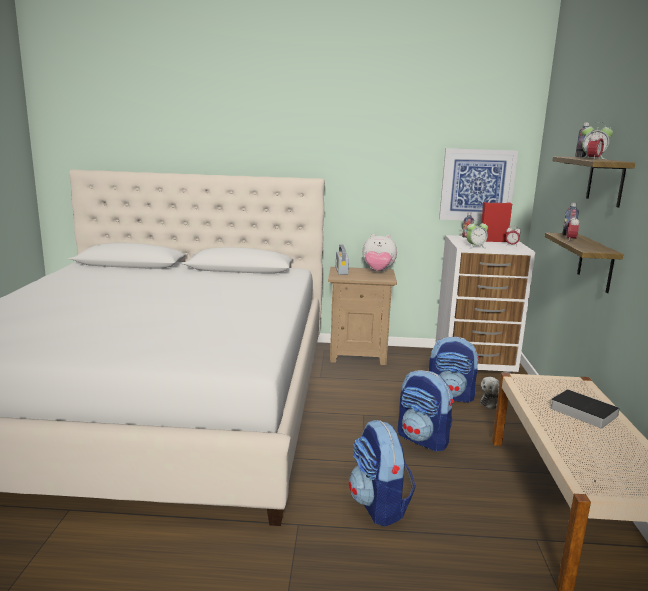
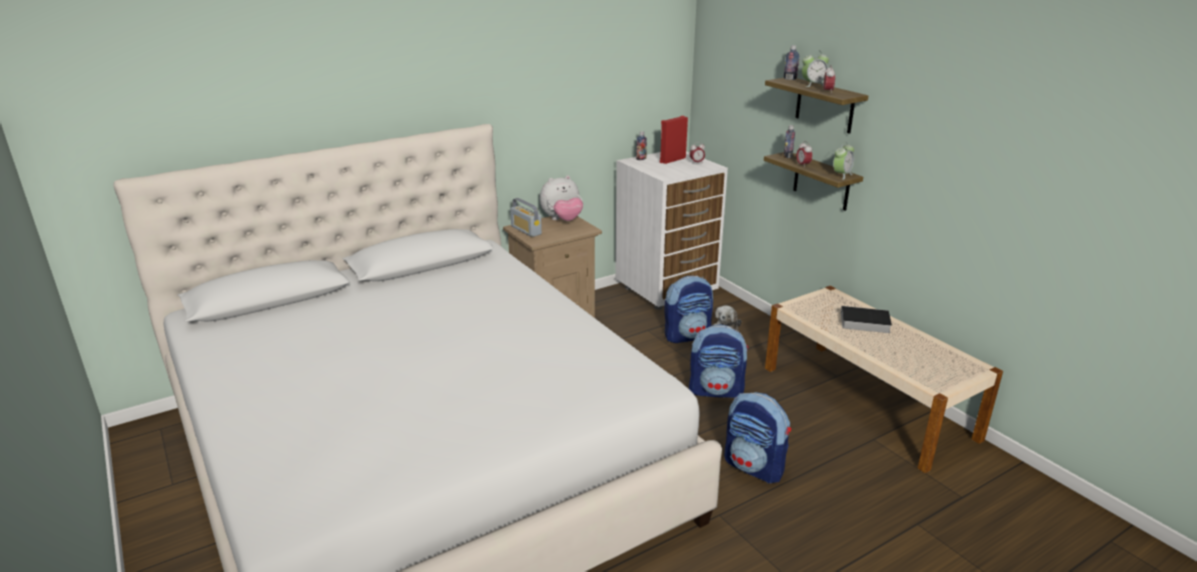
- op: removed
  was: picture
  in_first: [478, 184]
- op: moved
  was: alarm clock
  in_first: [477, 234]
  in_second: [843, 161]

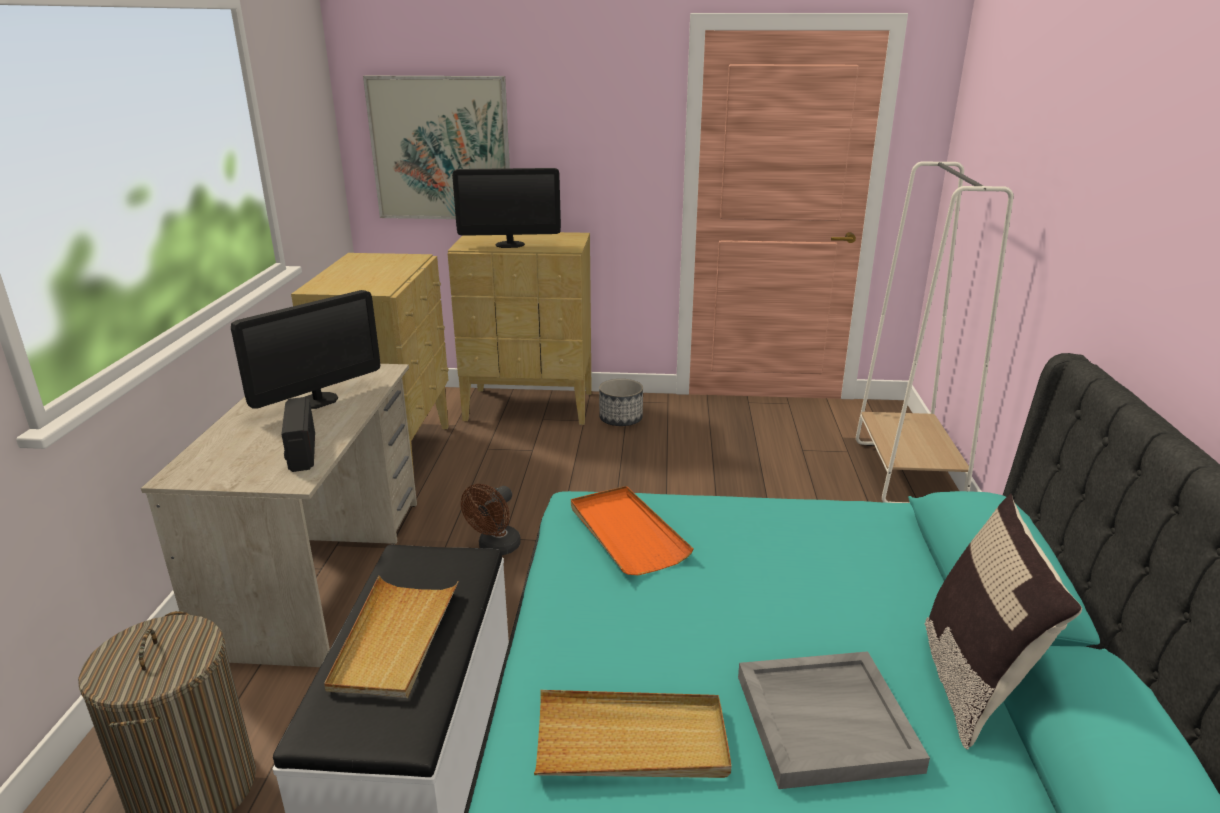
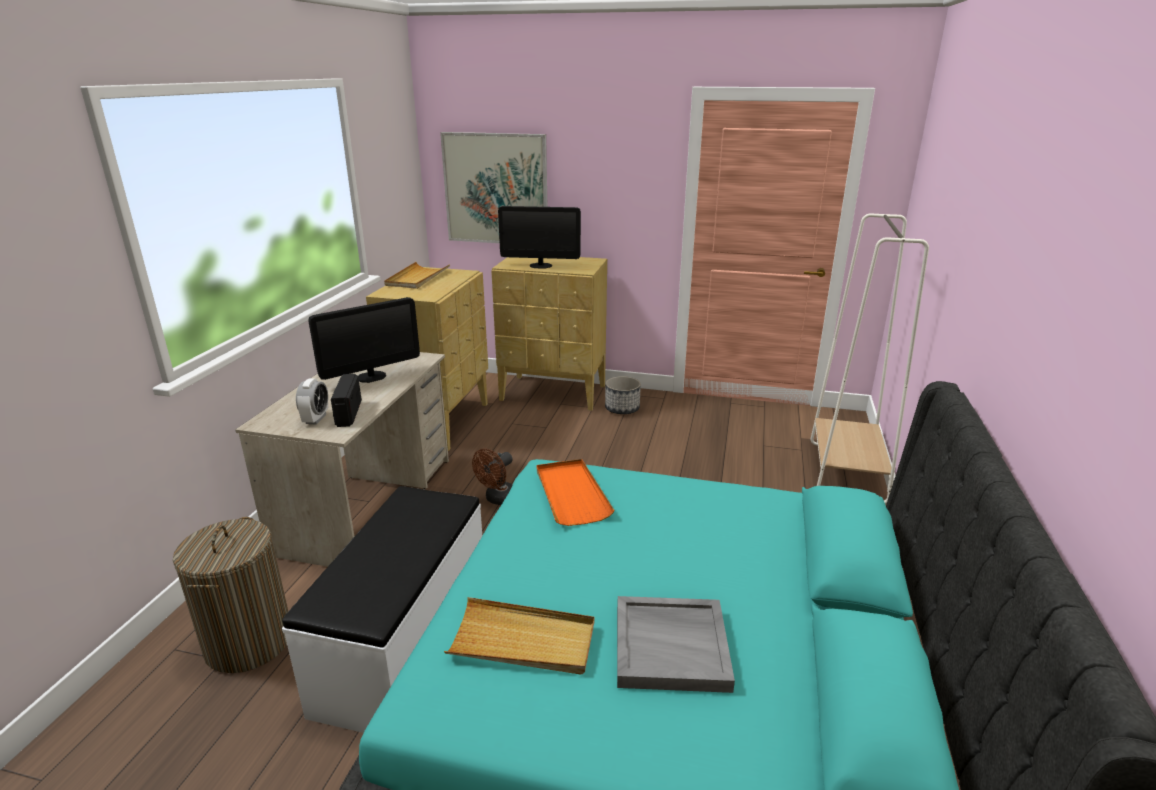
- op: removed
  was: pillow
  in_first: [1003, 622]
- op: added
  now: alarm clock
  in_second: [312, 401]
- op: moved
  was: tray (beige)
  in_first: [391, 637]
  in_second: [417, 275]

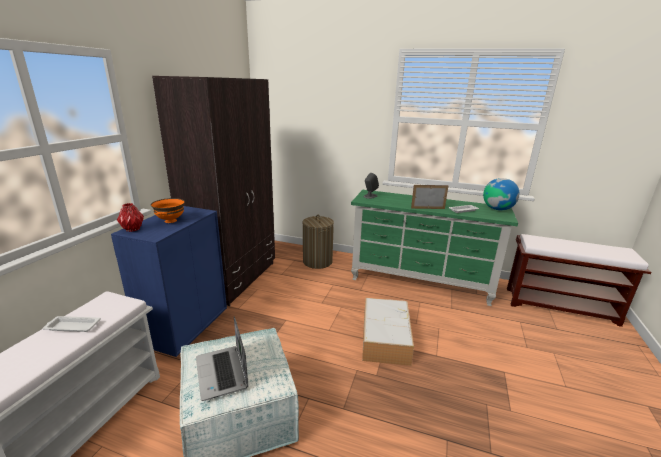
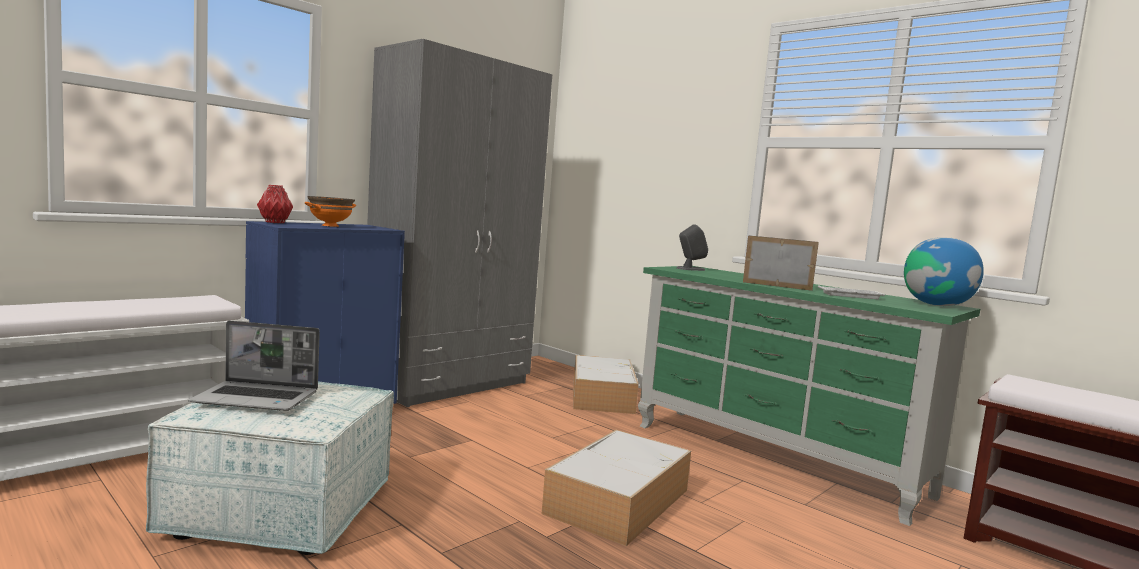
- op: removed
  was: tray (white)
  in_first: [72, 324]
- op: replaced
  was: laundry basket
  now: storage box
  in_first: [318, 242]
  in_second: [606, 384]
- op: recoloured
  was: wardrobe (brown)
  now: wardrobe (grey)
  in_first: [213, 191]
  in_second: [459, 223]
- op: turned
  was: laptop
  in_first: [222, 358]
  in_second: [254, 366]
  clockwise: -90

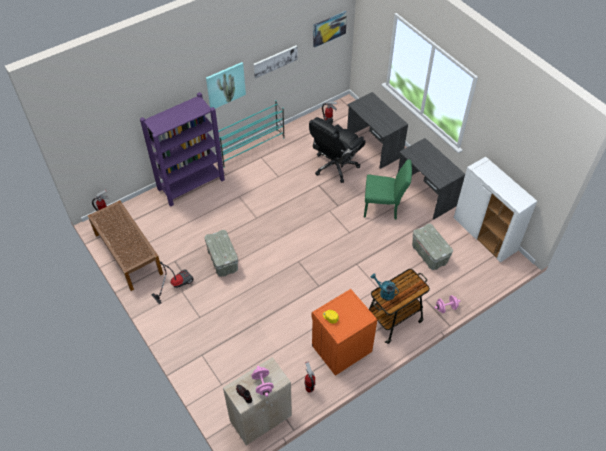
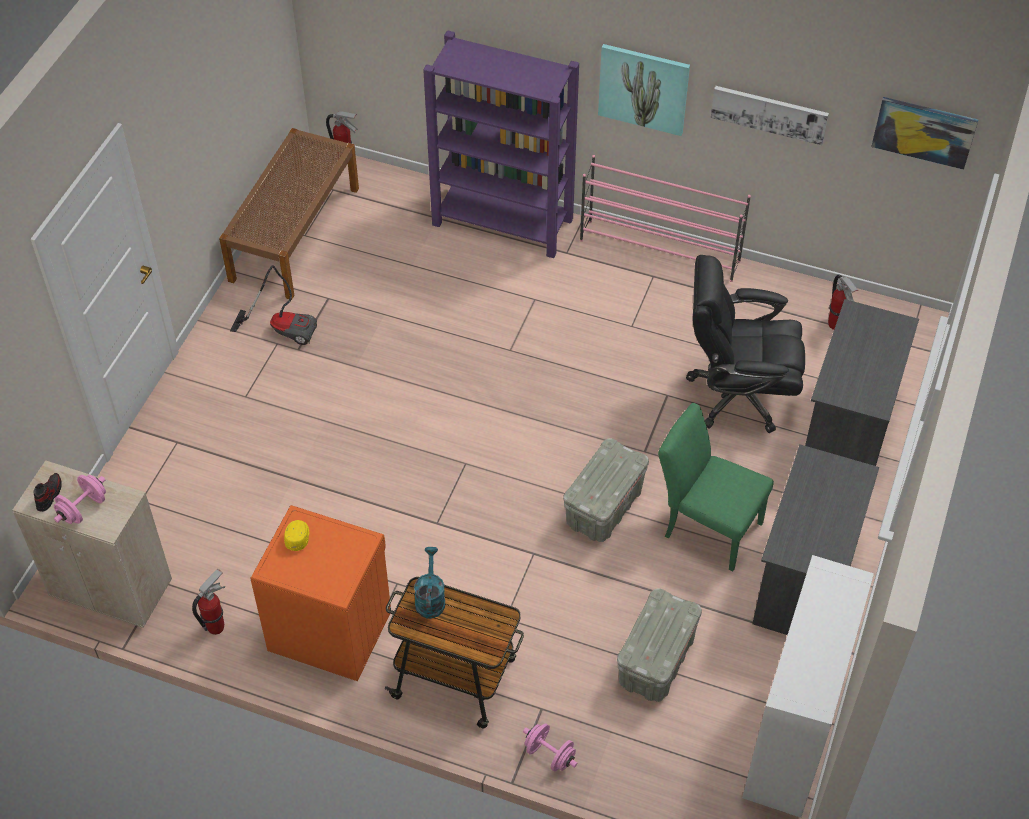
- op: moved
  was: storage box (grey)
  in_first: [221, 253]
  in_second: [606, 490]
- op: recoloured
  was: shoe rack (turquoise)
  now: shoe rack (pink)
  in_first: [251, 134]
  in_second: [665, 218]
- op: turned
  was: chair (green)
  in_first: [388, 190]
  in_second: [716, 487]
  clockwise: 150

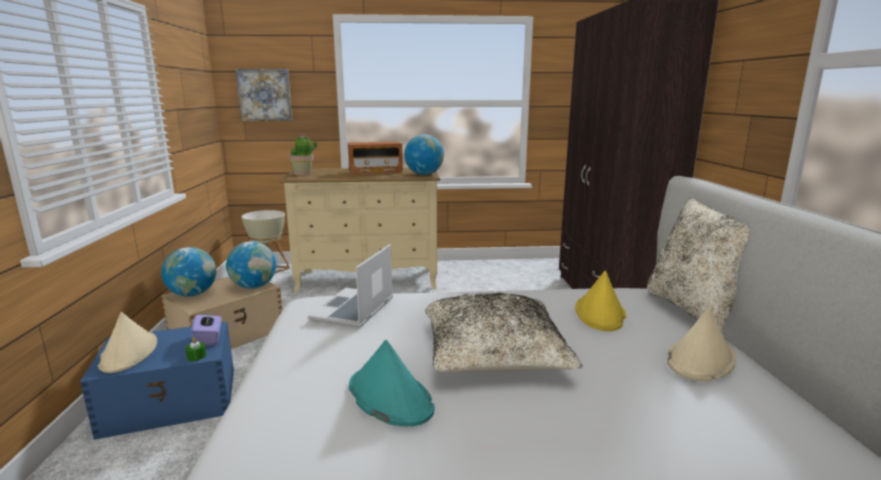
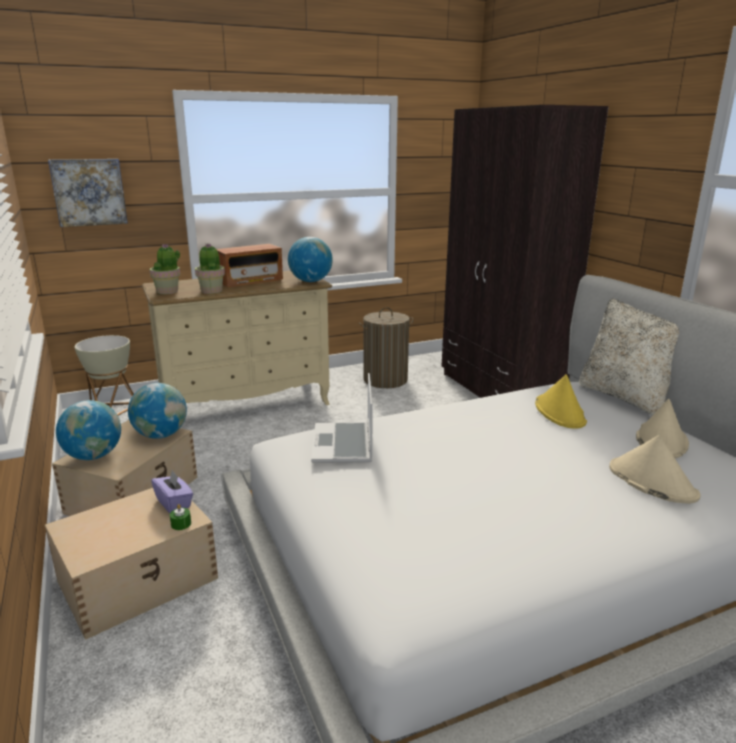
- op: removed
  was: hat (turquoise)
  in_first: [391, 383]
- op: removed
  was: pillow (beige)
  in_first: [503, 333]
- op: added
  now: potted plant
  in_second: [210, 268]
- op: added
  now: laundry basket
  in_second: [386, 347]
- op: moved
  was: hat (beige)
  in_first: [127, 342]
  in_second: [655, 469]
- op: recoloured
  was: storage box (blue)
  now: storage box (beige)
  in_first: [157, 381]
  in_second: [131, 564]

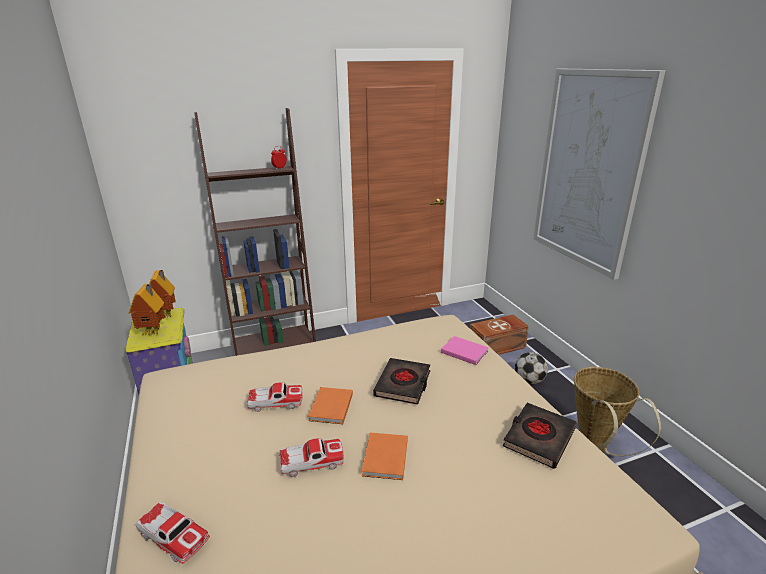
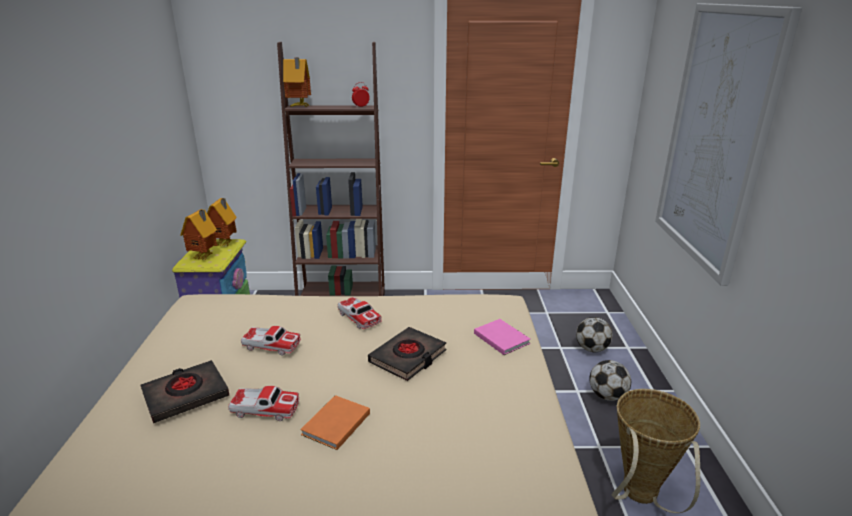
- op: removed
  was: book (orange)
  in_first: [330, 405]
- op: added
  now: toy house
  in_second: [297, 82]
- op: moved
  was: toy car
  in_first: [173, 533]
  in_second: [360, 313]
- op: moved
  was: book (black)
  in_first: [539, 436]
  in_second: [184, 391]
- op: replaced
  was: storage box (brown)
  now: football
  in_first: [499, 335]
  in_second: [594, 334]

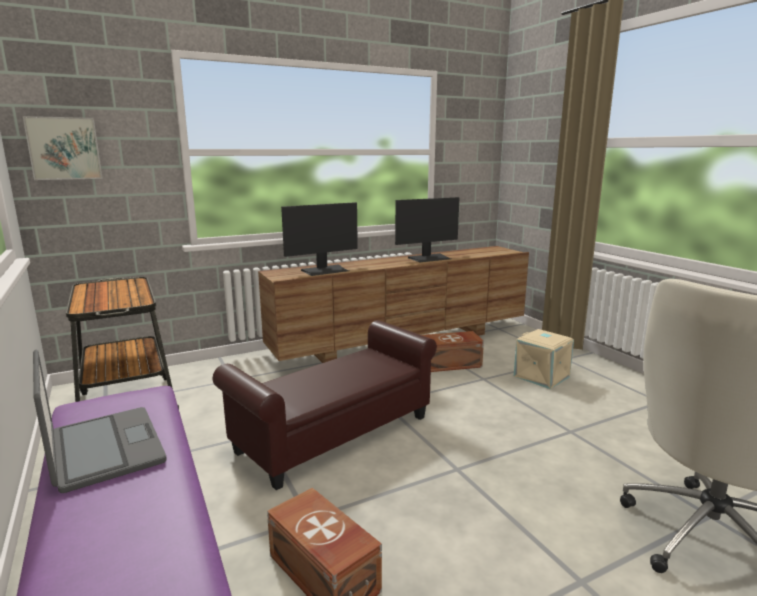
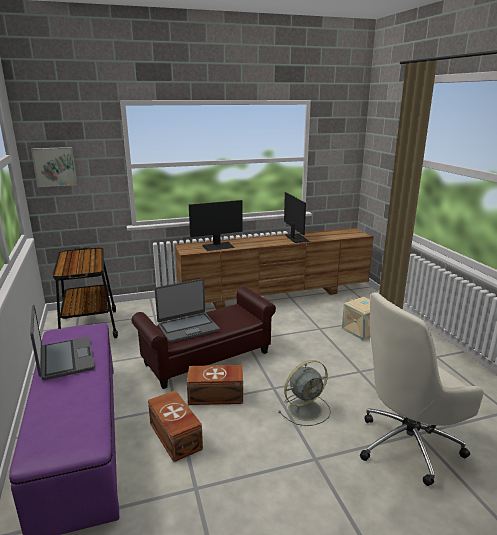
- op: added
  now: laptop
  in_second: [187, 311]
- op: added
  now: fan (grey)
  in_second: [304, 393]
- op: moved
  was: storage box (brown)
  in_first: [453, 351]
  in_second: [215, 385]
- op: turned
  was: monitor
  in_first: [427, 229]
  in_second: [297, 217]
  clockwise: -90

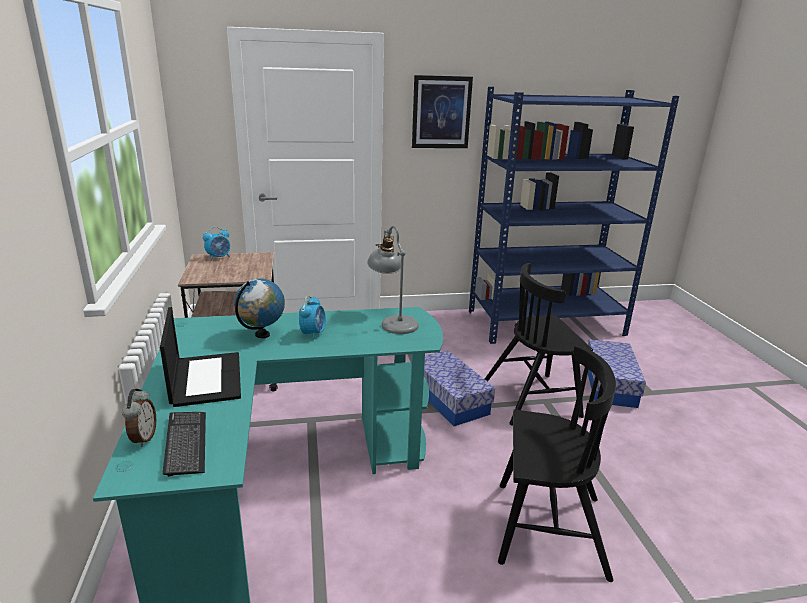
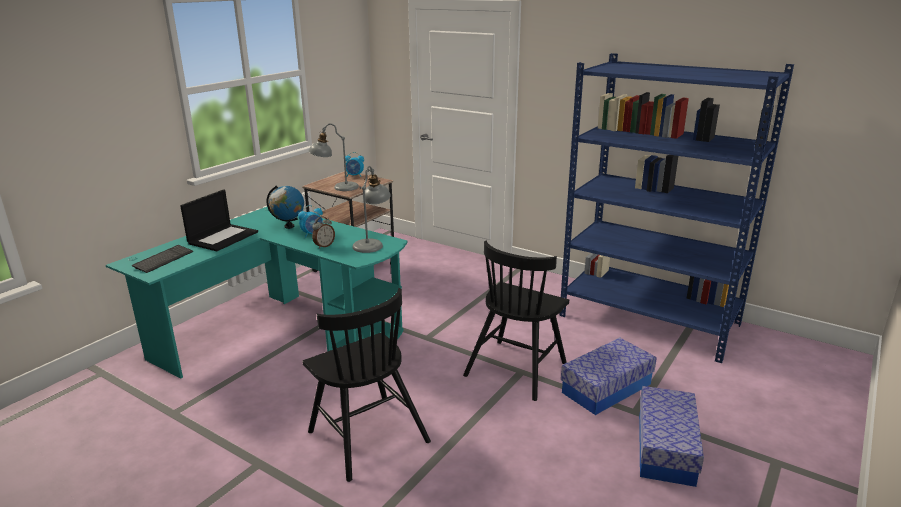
- op: removed
  was: picture
  in_first: [442, 111]
- op: added
  now: table lamp (grey)
  in_second: [334, 157]
- op: moved
  was: alarm clock
  in_first: [139, 418]
  in_second: [323, 232]
- op: moved
  was: storage box
  in_first: [459, 388]
  in_second: [671, 436]
- op: turned
  was: chair (black)
  in_first: [539, 344]
  in_second: [516, 320]
  clockwise: -90

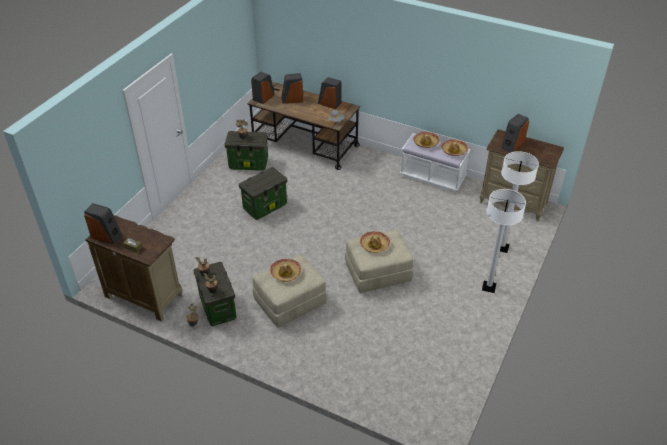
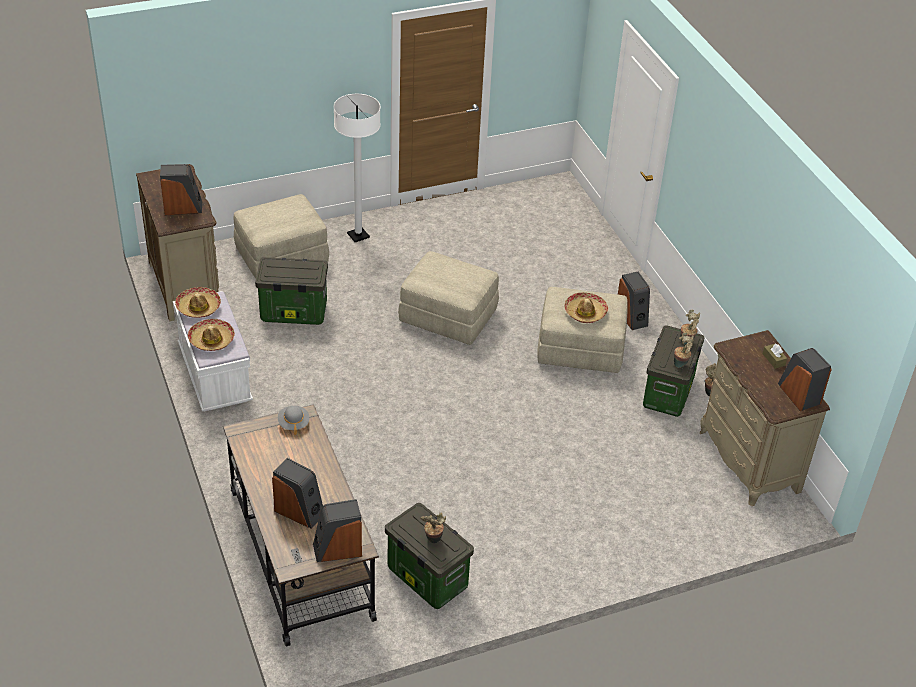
- op: removed
  was: hat
  in_first: [375, 242]
- op: moved
  was: storage box
  in_first: [263, 193]
  in_second: [291, 291]
- op: moved
  was: speaker
  in_first: [330, 93]
  in_second: [634, 301]
- op: replaced
  was: floor lamp (white)
  now: ottoman (beige)
  in_first: [519, 202]
  in_second: [281, 236]

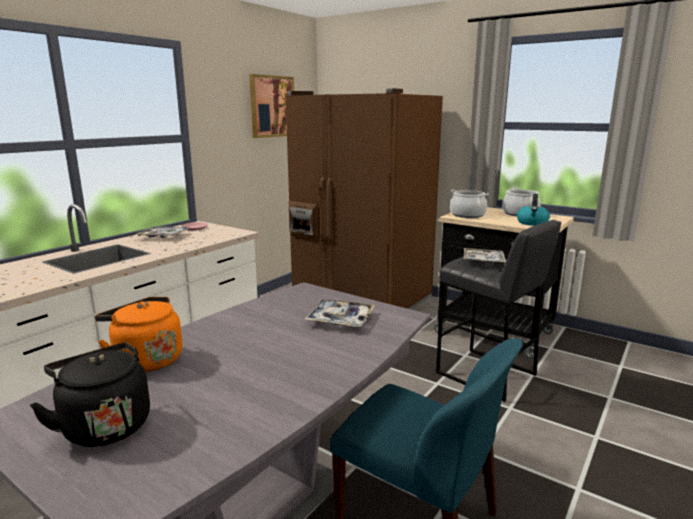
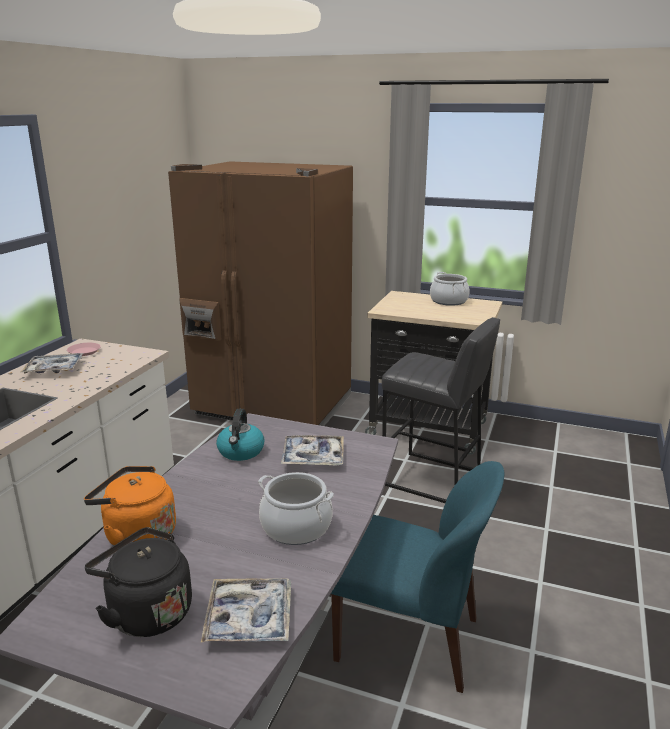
- op: removed
  was: picture
  in_first: [271, 106]
- op: moved
  was: cooking pot
  in_first: [469, 204]
  in_second: [296, 508]
- op: moved
  was: tray
  in_first: [485, 256]
  in_second: [246, 610]
- op: moved
  was: kettle
  in_first: [533, 210]
  in_second: [240, 435]

